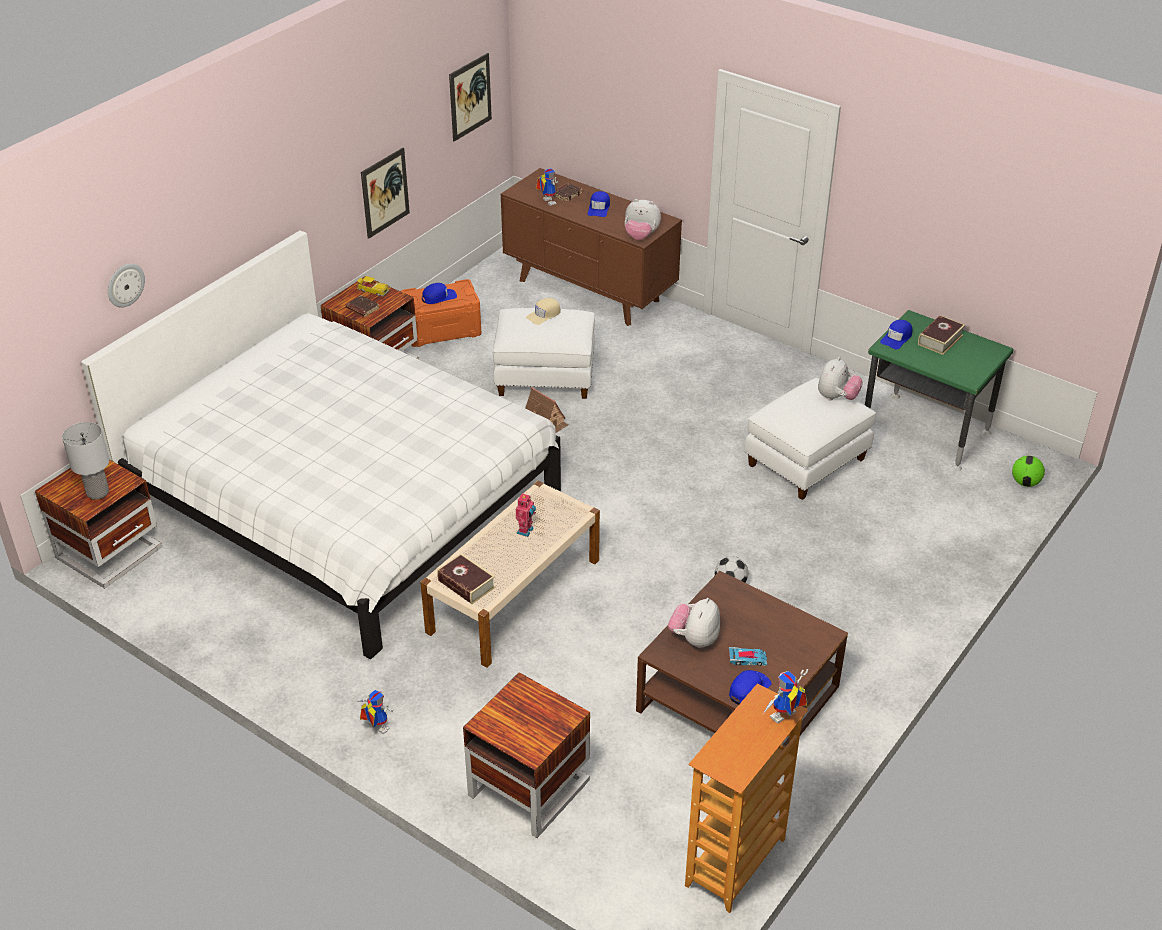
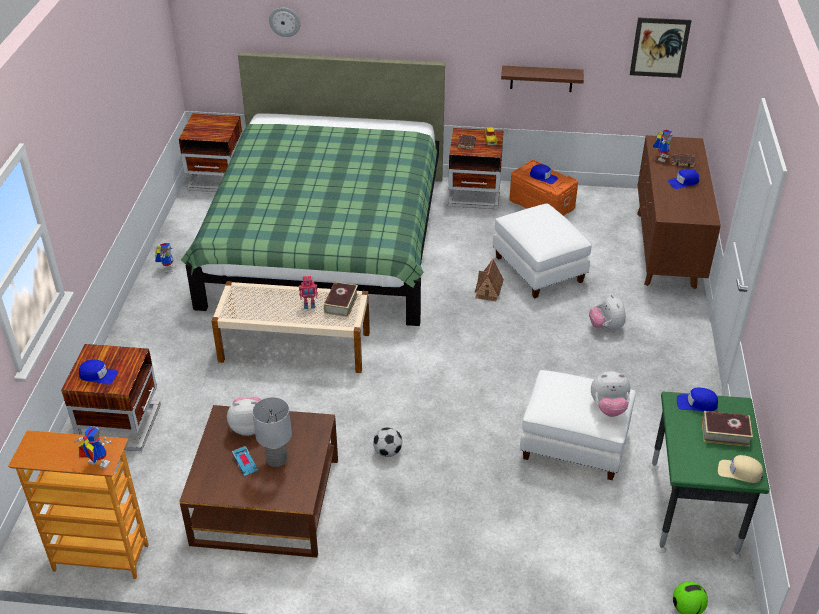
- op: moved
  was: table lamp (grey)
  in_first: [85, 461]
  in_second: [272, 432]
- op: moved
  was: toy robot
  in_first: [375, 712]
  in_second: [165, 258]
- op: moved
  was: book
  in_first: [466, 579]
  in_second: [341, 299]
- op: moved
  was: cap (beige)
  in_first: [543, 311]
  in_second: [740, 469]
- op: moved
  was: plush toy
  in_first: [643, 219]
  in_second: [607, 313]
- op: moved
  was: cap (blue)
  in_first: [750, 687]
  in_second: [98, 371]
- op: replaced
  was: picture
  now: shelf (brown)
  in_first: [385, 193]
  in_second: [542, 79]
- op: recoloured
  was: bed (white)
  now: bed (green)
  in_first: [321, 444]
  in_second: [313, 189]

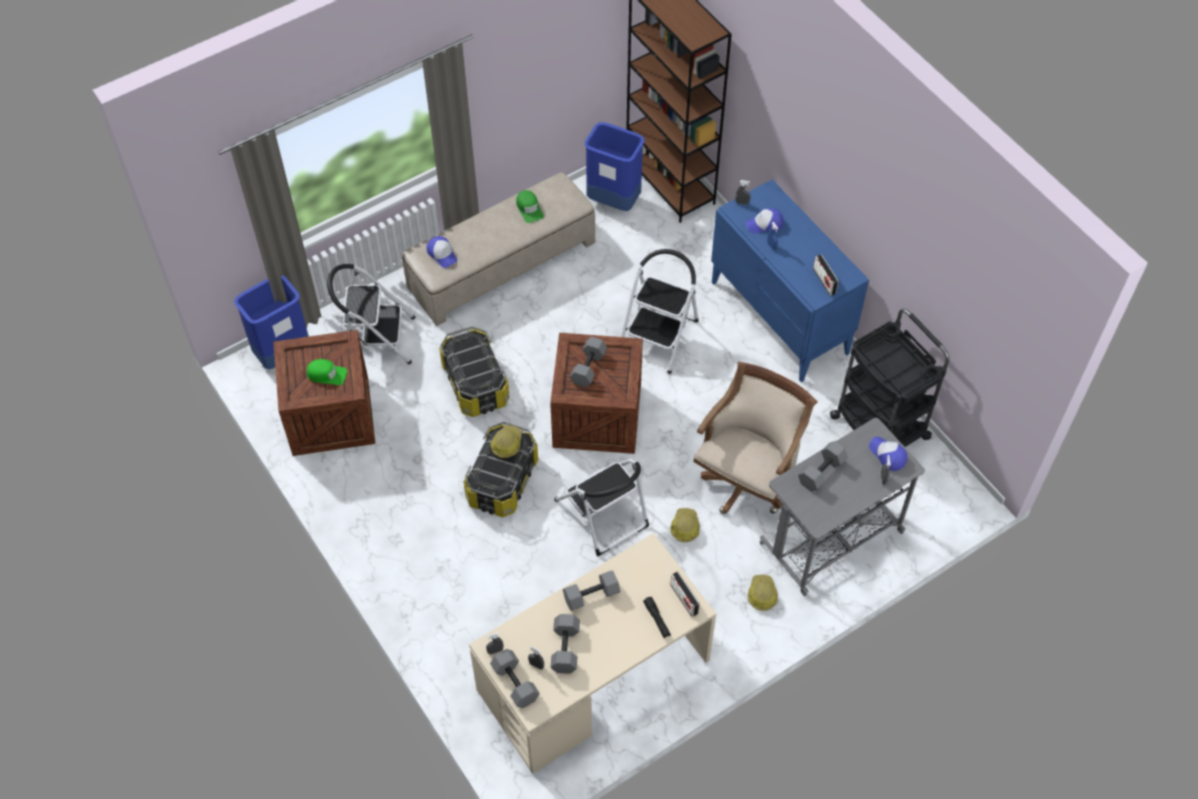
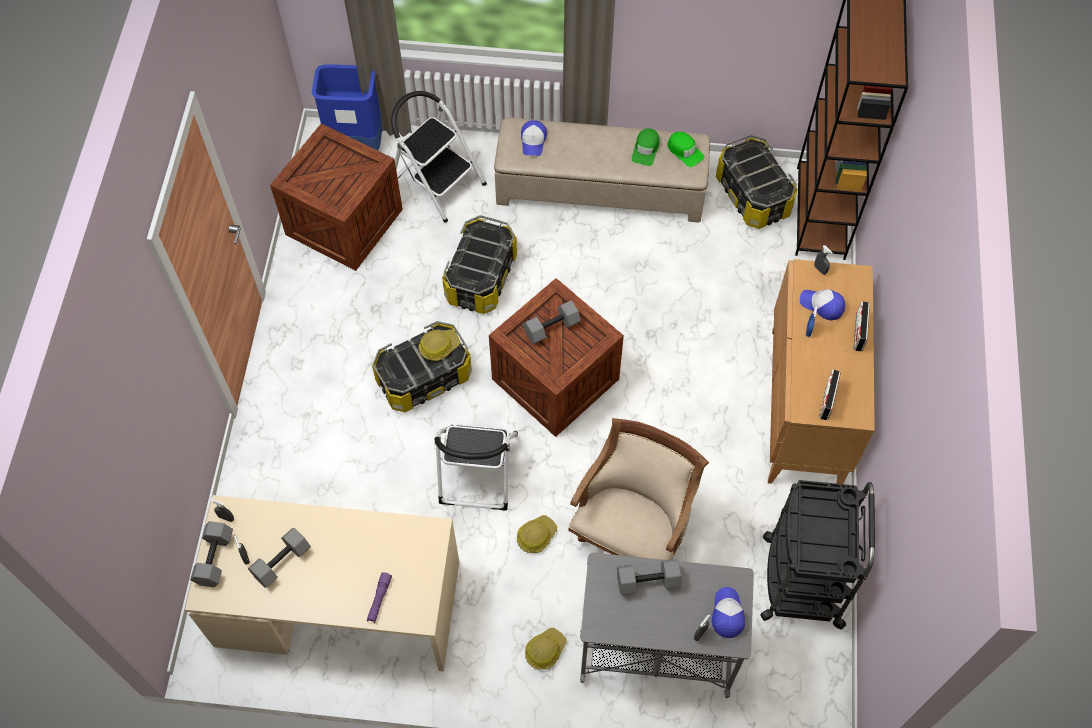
- op: removed
  was: dumbbell (grey)
  in_first: [591, 590]
- op: removed
  was: step ladder
  in_first: [660, 311]
- op: moved
  was: cap (green)
  in_first: [327, 372]
  in_second: [686, 149]
- op: moved
  was: radio
  in_first: [685, 594]
  in_second: [861, 326]
- op: replaced
  was: trash can (blue)
  now: storage box
  in_first: [615, 166]
  in_second: [757, 181]
- op: recoloured
  was: flashlight (black)
  now: flashlight (purple)
  in_first: [657, 618]
  in_second: [379, 597]
- op: recoloured
  was: cabinet (blue)
  now: cabinet (brown)
  in_first: [790, 280]
  in_second: [821, 371]
- op: turned
  was: office chair
  in_first: [755, 438]
  in_second: [638, 489]
  clockwise: -45

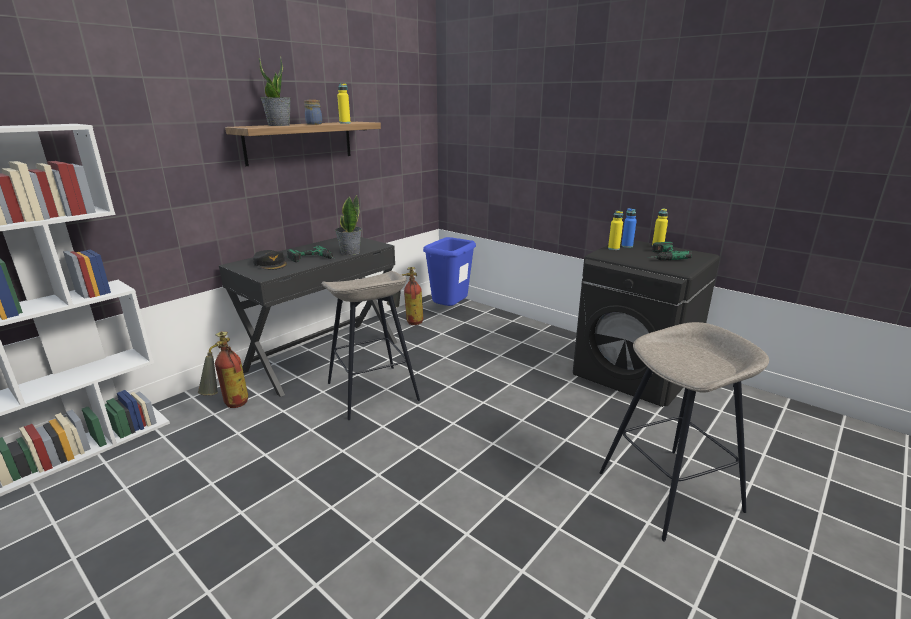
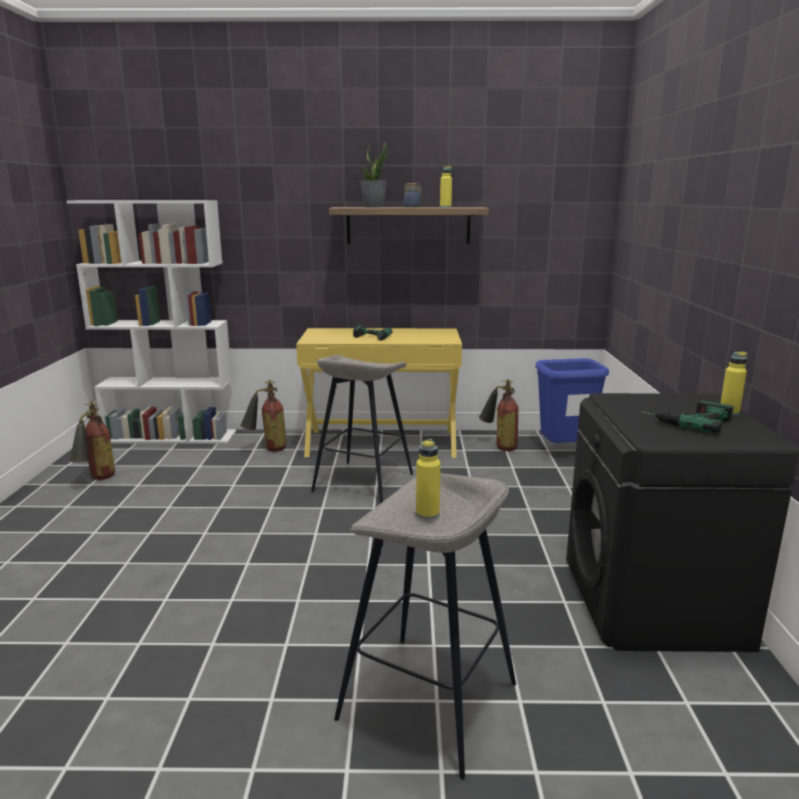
- op: removed
  was: cap (black)
  in_first: [270, 260]
- op: removed
  was: potted plant
  in_first: [348, 225]
- op: removed
  was: bottle (blue)
  in_first: [629, 228]
- op: added
  now: fire extinguisher
  in_second: [92, 440]
- op: moved
  was: bottle (yellow)
  in_first: [615, 230]
  in_second: [428, 479]
- op: recoloured
  was: desk (black)
  now: desk (yellow)
  in_first: [308, 317]
  in_second: [379, 393]

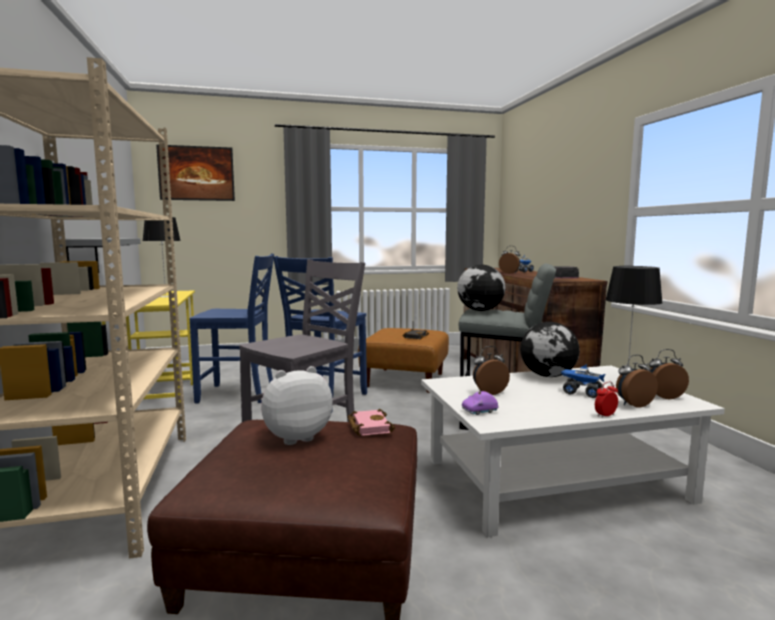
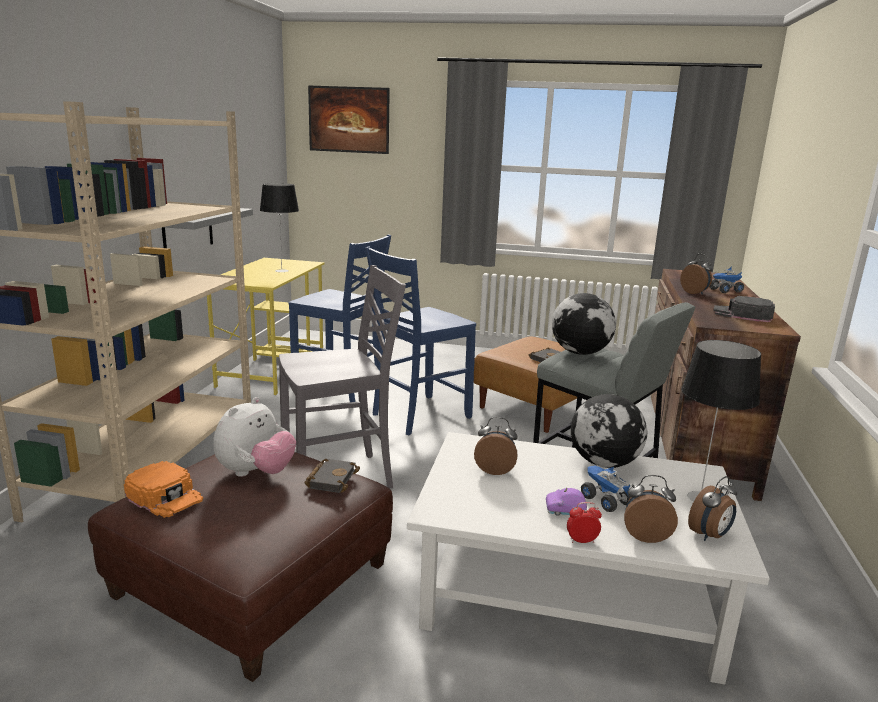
- op: added
  now: cap (orange)
  in_second: [163, 489]
- op: moved
  was: toy car (purple)
  in_first: [480, 402]
  in_second: [566, 502]
- op: recoloured
  was: book (pink)
  now: book (black)
  in_first: [371, 422]
  in_second: [332, 476]
- op: turned
  was: plush toy
  in_first: [297, 405]
  in_second: [254, 437]
  clockwise: 120
- op: turned
  was: alarm clock
  in_first: [669, 374]
  in_second: [712, 508]
  clockwise: 120

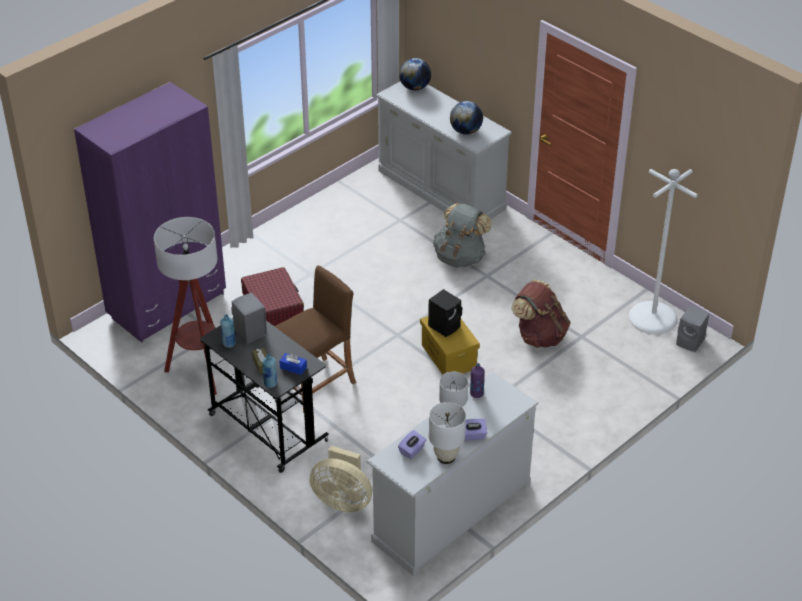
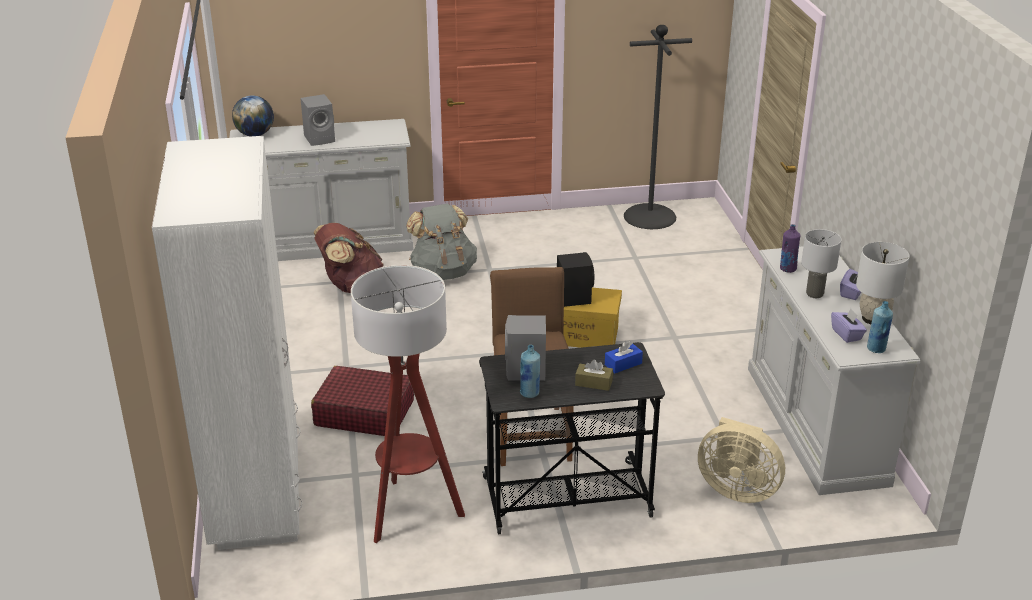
- op: removed
  was: globe
  in_first: [466, 118]
- op: moved
  was: bottle (blue)
  in_first: [270, 371]
  in_second: [880, 327]
- op: moved
  was: backpack (brown)
  in_first: [541, 314]
  in_second: [349, 258]
- op: moved
  was: speaker (grey)
  in_first: [693, 329]
  in_second: [317, 120]
- op: recoloured
  was: wardrobe (purple)
  now: wardrobe (white)
  in_first: [150, 212]
  in_second: [227, 343]
- op: recoloured
  was: clothes rack (white)
  now: clothes rack (black)
  in_first: [663, 251]
  in_second: [658, 127]
- op: turned
  was: fan (beige)
  in_first: [340, 479]
  in_second: [741, 460]
  clockwise: 60

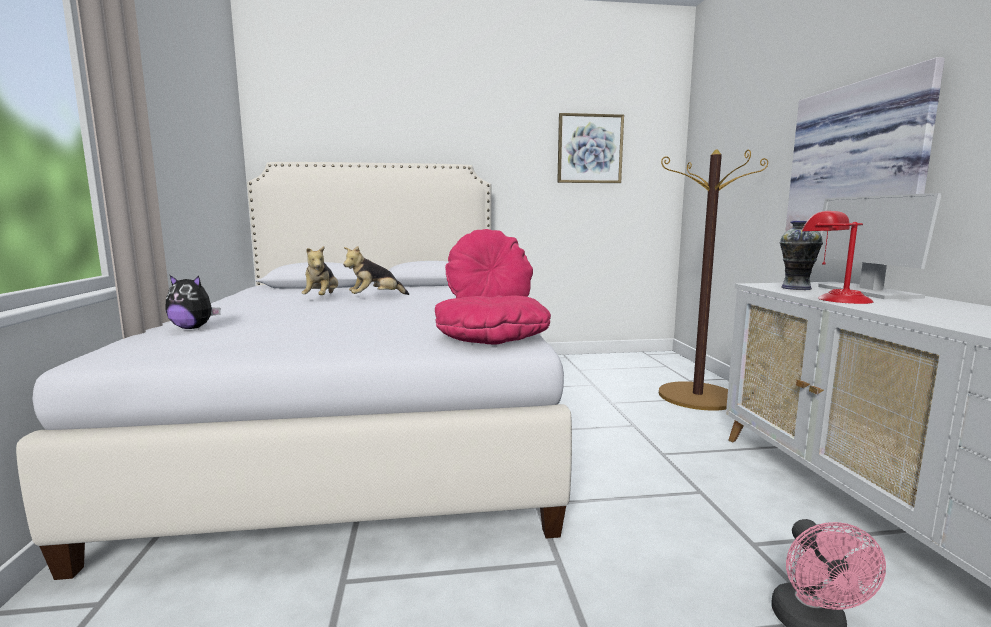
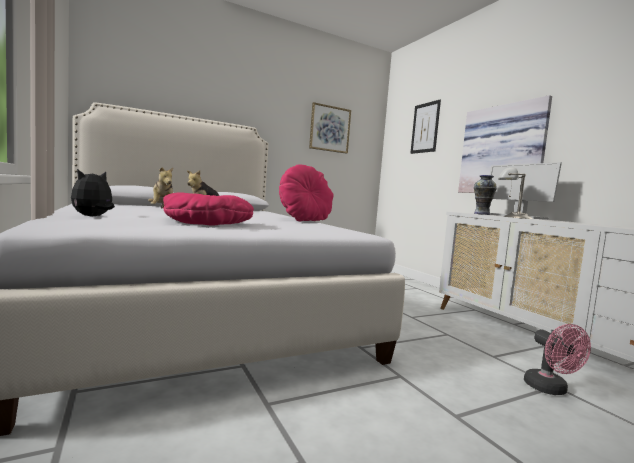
- op: removed
  was: clothes rack (brown)
  in_first: [713, 280]
- op: added
  now: picture
  in_second: [425, 127]
- op: moved
  was: pillow (pink)
  in_first: [493, 320]
  in_second: [208, 209]
- op: recoloured
  was: table lamp (red)
  now: table lamp (white)
  in_first: [837, 257]
  in_second: [515, 193]
- op: turned
  was: plush toy
  in_first: [192, 302]
  in_second: [93, 193]
  clockwise: 135

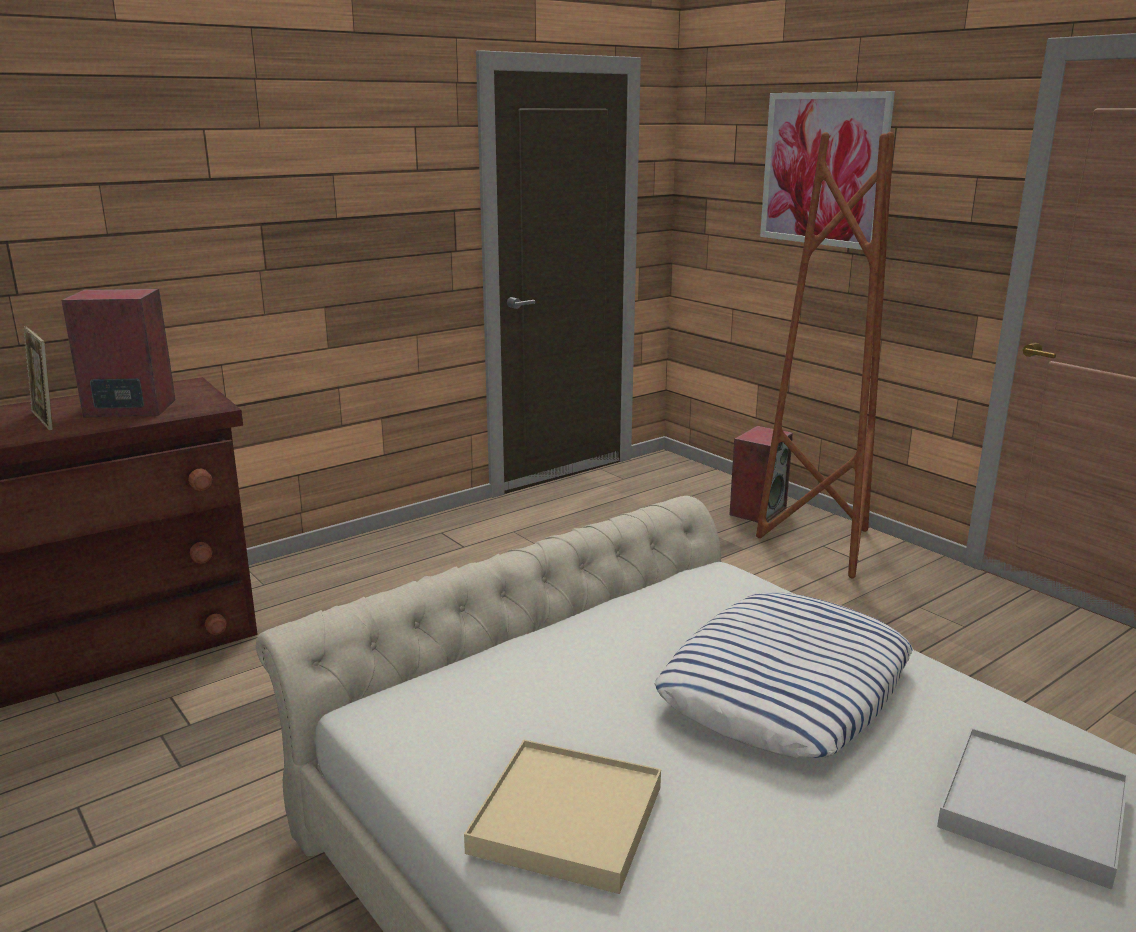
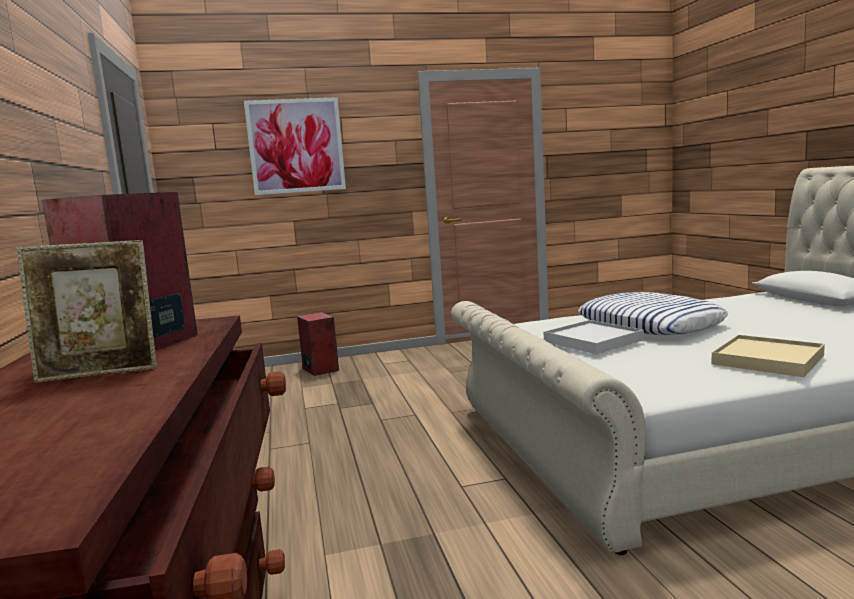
- op: removed
  was: clothes rack (brown)
  in_first: [825, 355]
- op: moved
  was: tray (white)
  in_first: [1032, 808]
  in_second: [594, 337]

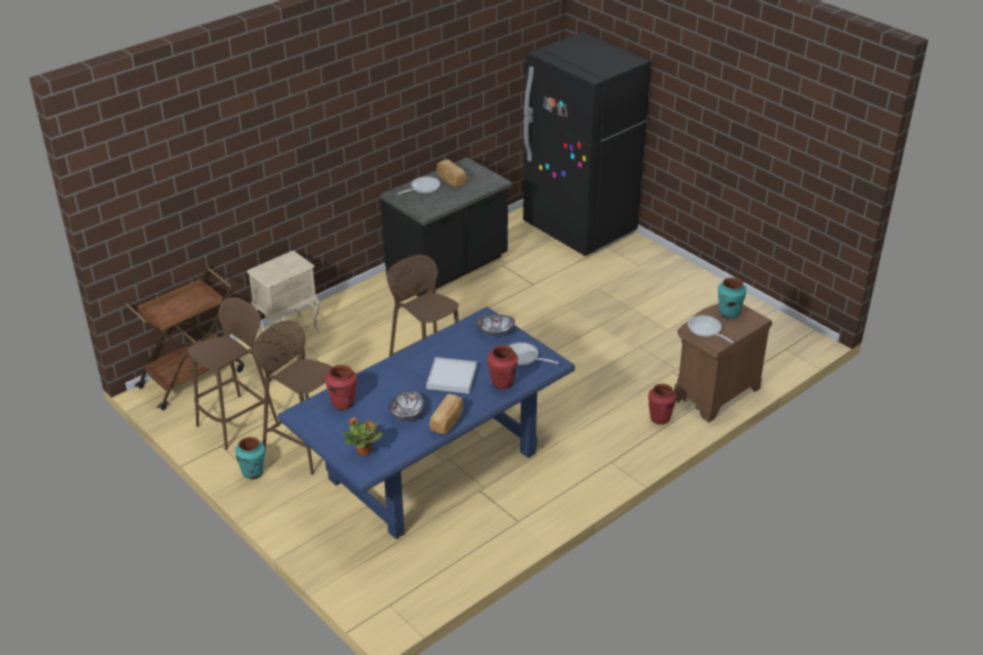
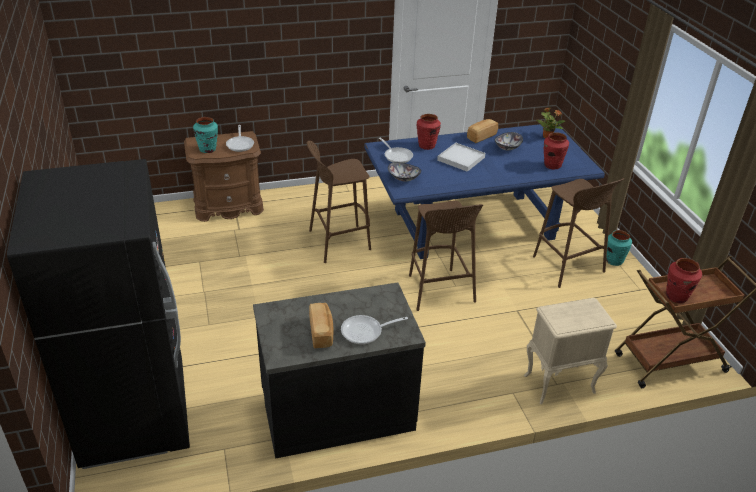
- op: moved
  was: stool (brown)
  in_first: [234, 373]
  in_second: [339, 202]
- op: moved
  was: vase (red)
  in_first: [662, 404]
  in_second: [684, 280]

